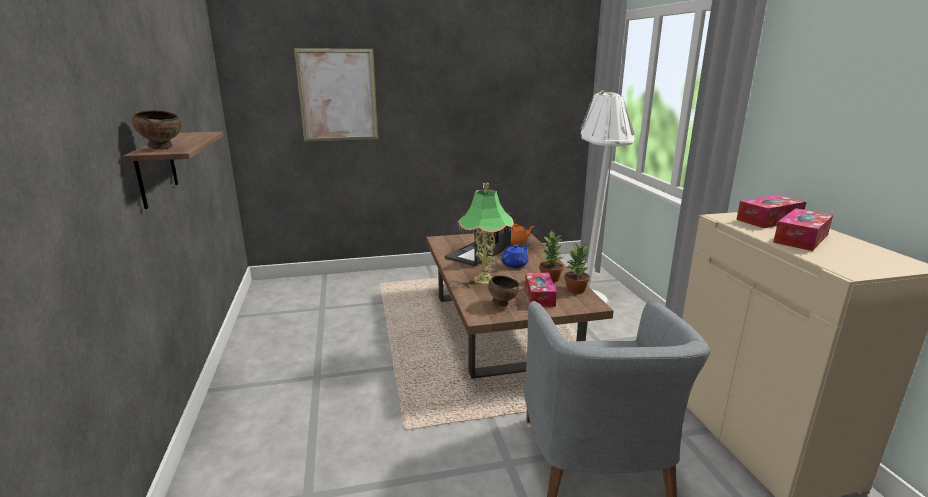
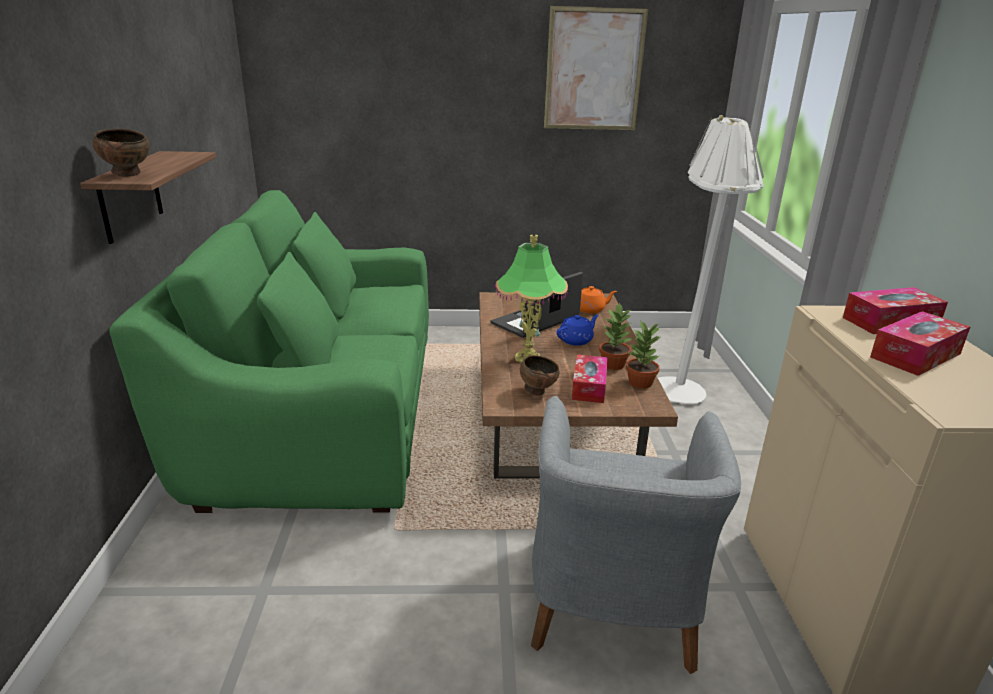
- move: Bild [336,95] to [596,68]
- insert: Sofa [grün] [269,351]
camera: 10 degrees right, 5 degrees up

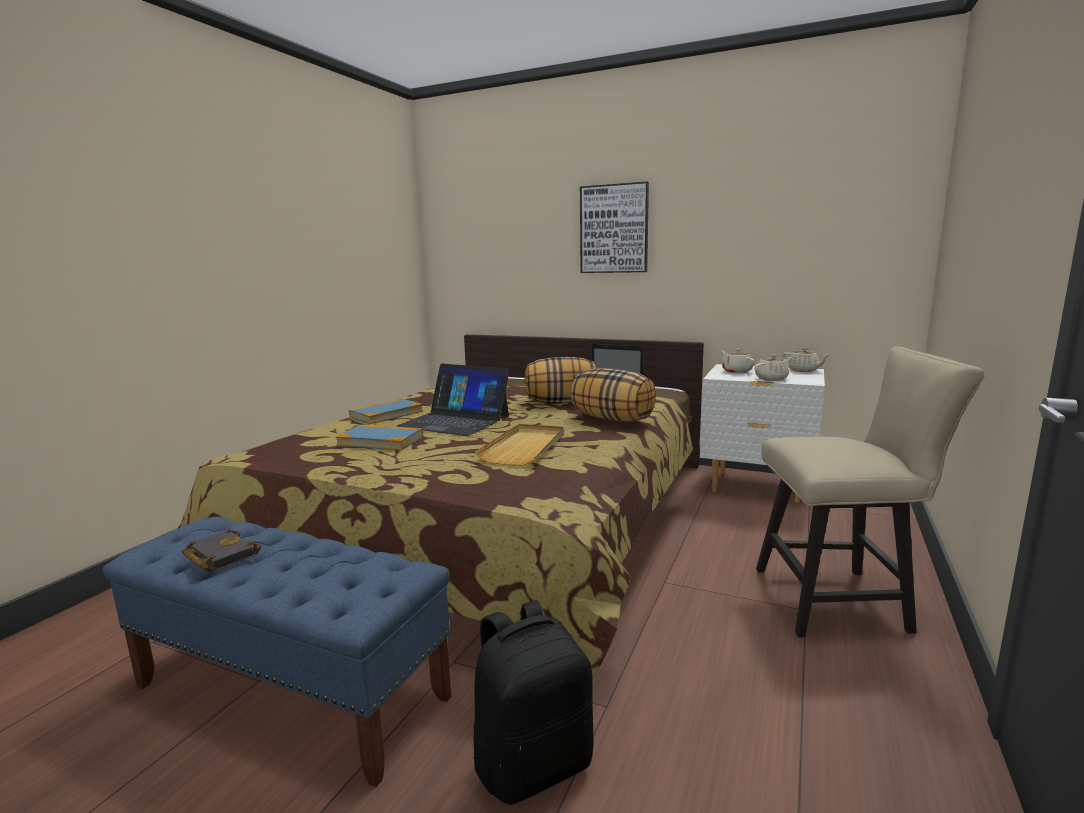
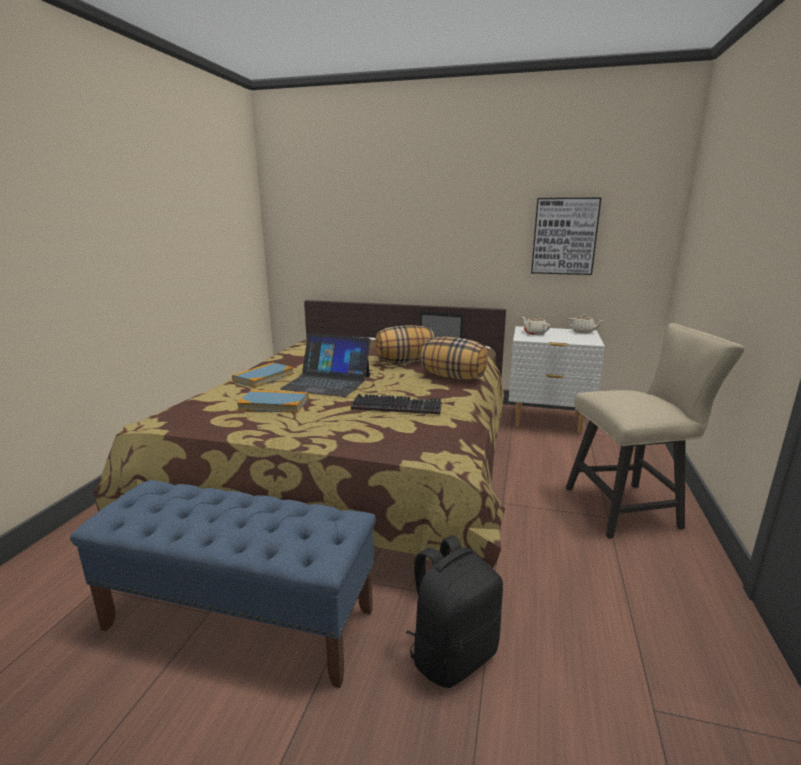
- delete: Buch [schwarz] [221,550]
- replace: Tablett [beige] [519,445] to Tastatur [396,404]
- move: Bild [614,227] to [566,236]
- delete: Teekanne [beige] [773,367]
camera: 10 degrees left, 5 degrees up

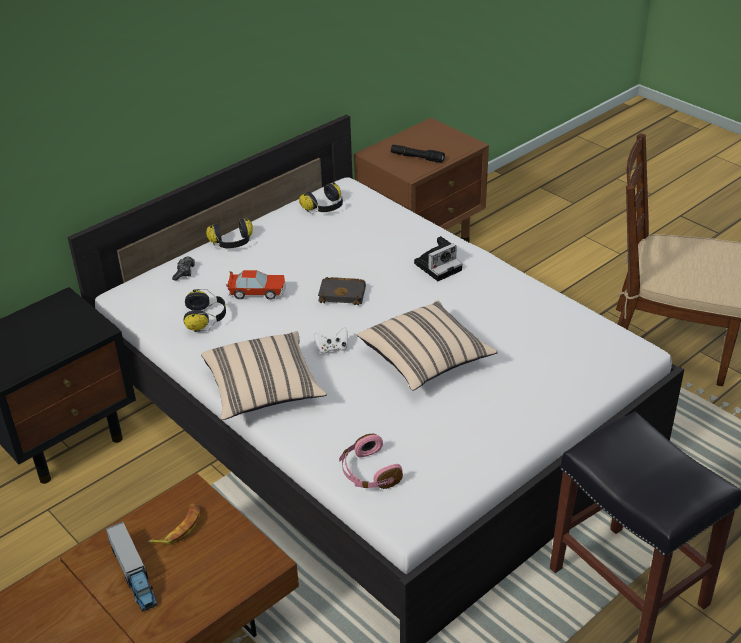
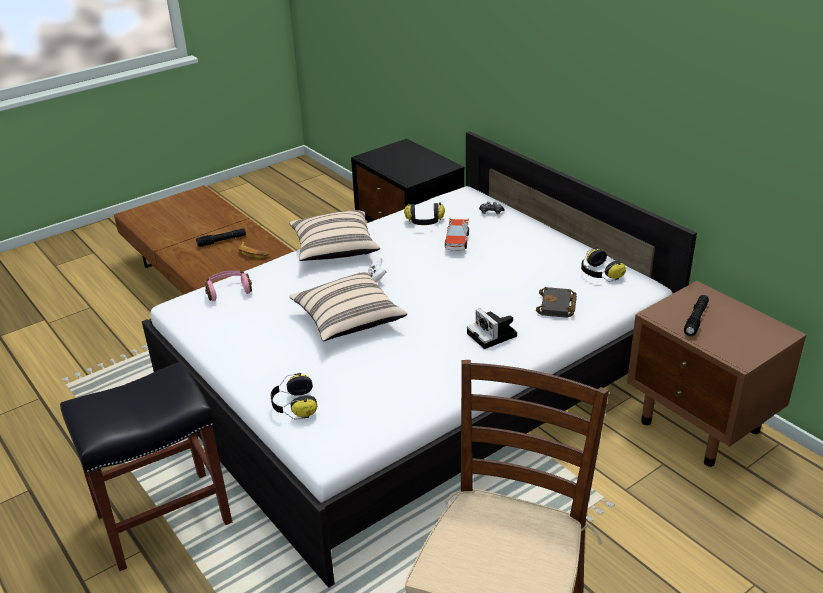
- replace: Spielzeuglaster [132,567] to Taschenlampe [schwarz] [221,237]
- move: Kopfhörer [229,233] to [294,396]
- move: Buch [schwarz] [342,291] to [556,302]
camera: 95 degrees right, 5 degrees down

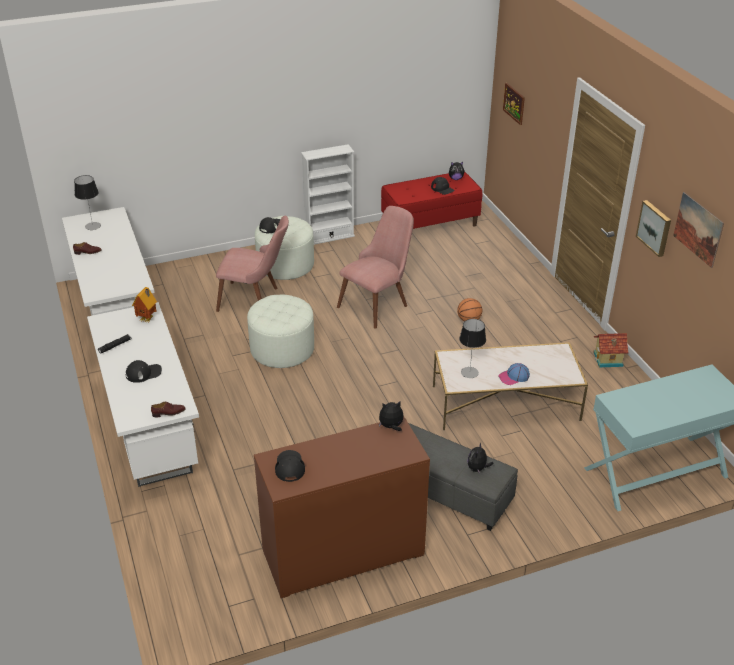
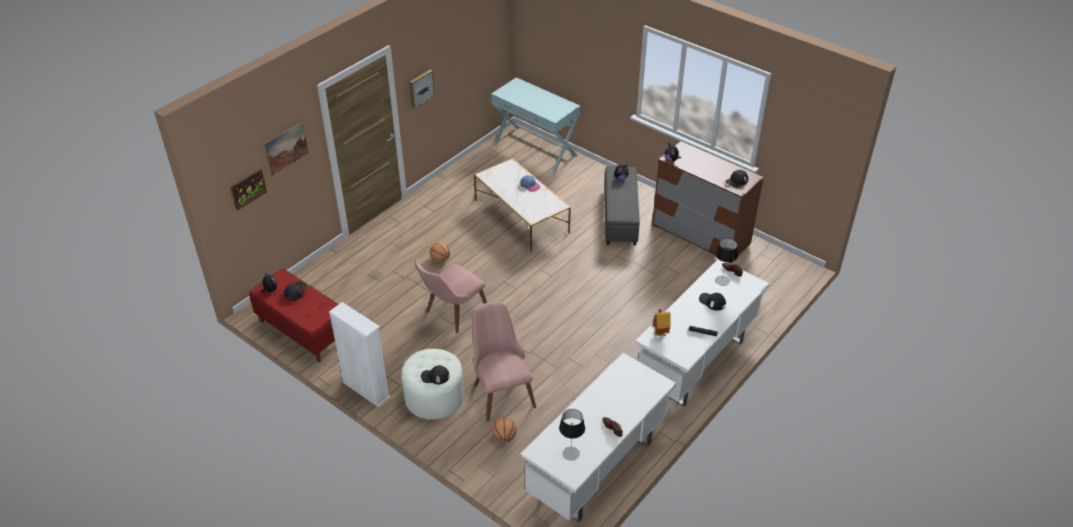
- delete: Polsterhocker [weiß] [280,331]
- rotate: Stuhl [rosa] [375,267] = [451,297] 60 degrees counterclockwise
- move: Tischlampe [472,348] to [726,262]
- delete: Spielzeughaus [611,350]
- move: Bild [698,230] to [286,148]
- insert: Basketball [504,429]
camera: 120 degrees left, 5 degrees up

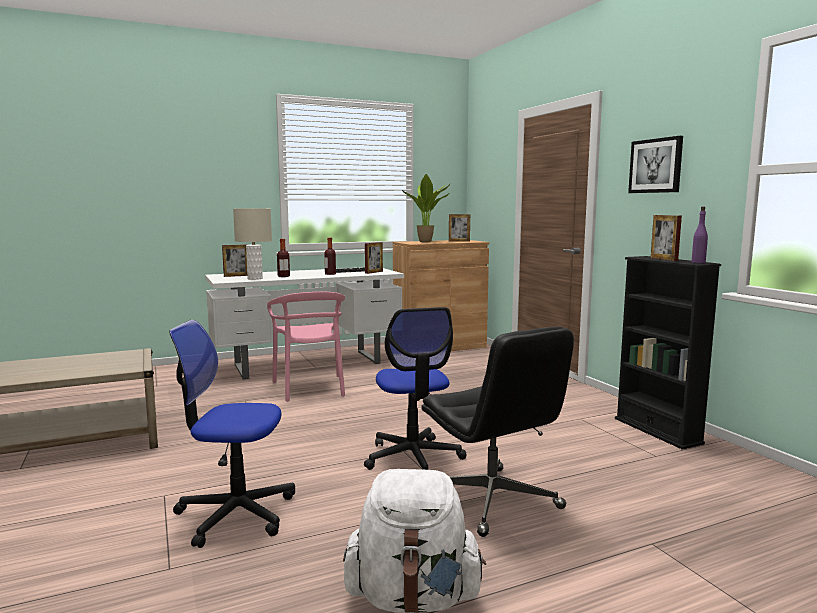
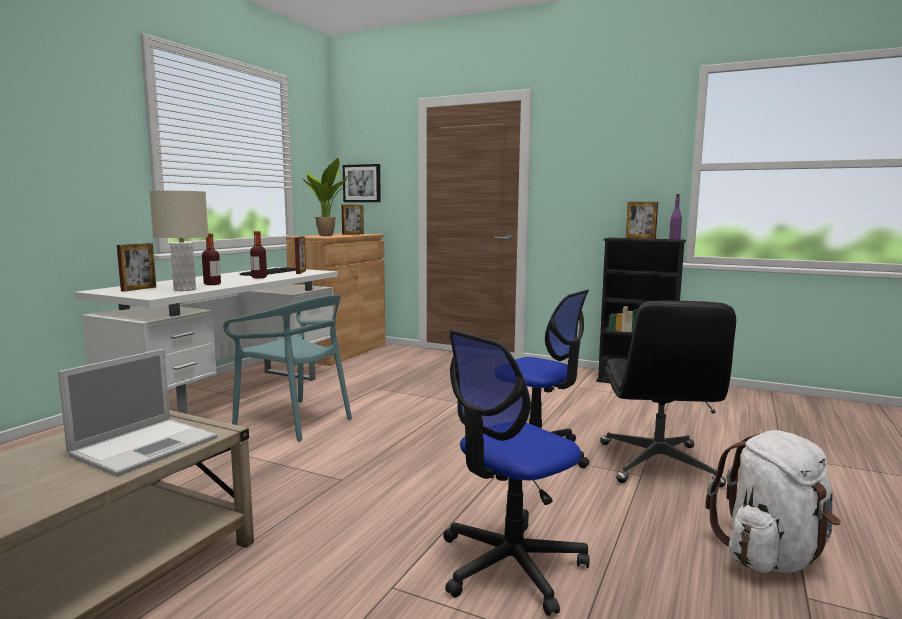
- recolor: Stuhl [rosa] [306,347] to Stuhl [türkis] [287,368]
- rotate: Bürostuhl [schwarz] [497,432] = [668,393] 75 degrees clockwise
- move: Bild [655,164] to [362,183]
- insert: Laptop [137,413]
camera: 40 degrees left, 0 degrees up

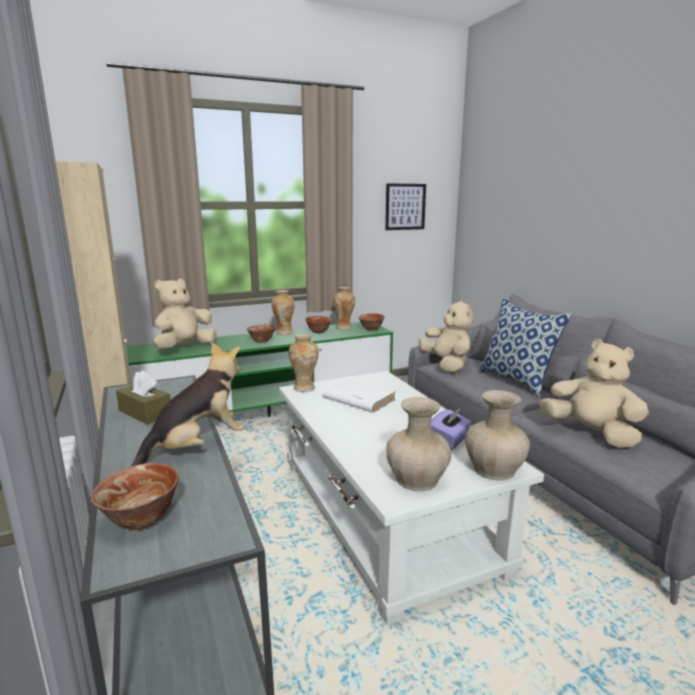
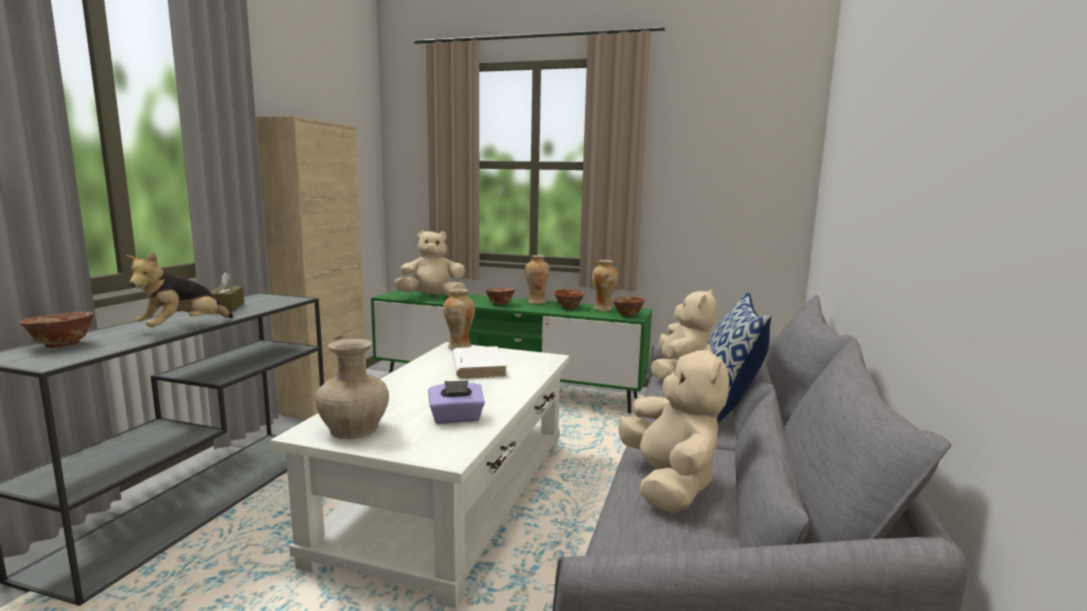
- rotate: Plüschtier [188,404] = [179,289] 120 degrees clockwise
- delete: Bild [405,206]
- delete: Vase [beige] [497,435]
camera: 40 degrees right, 5 degrees down

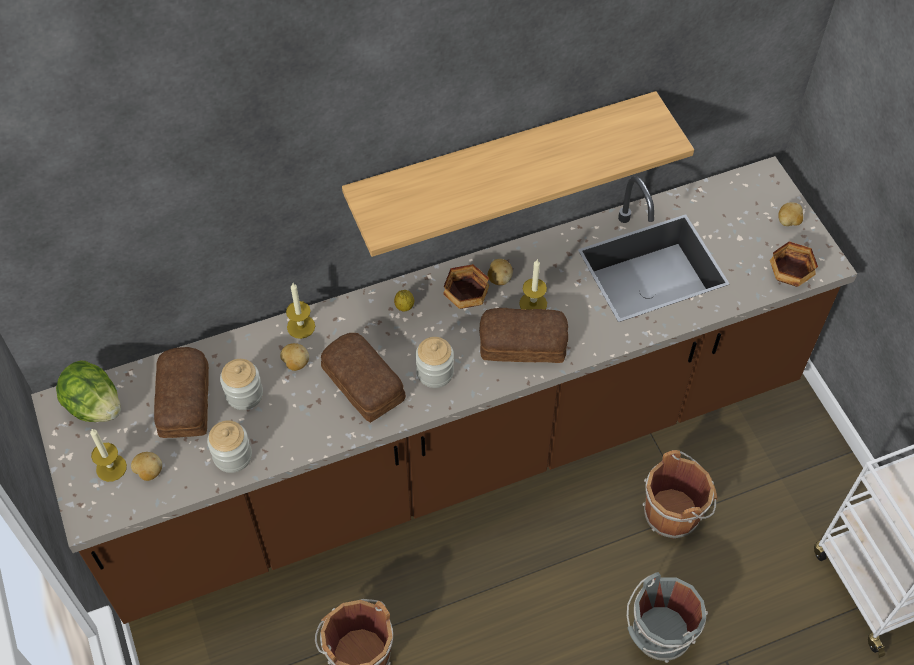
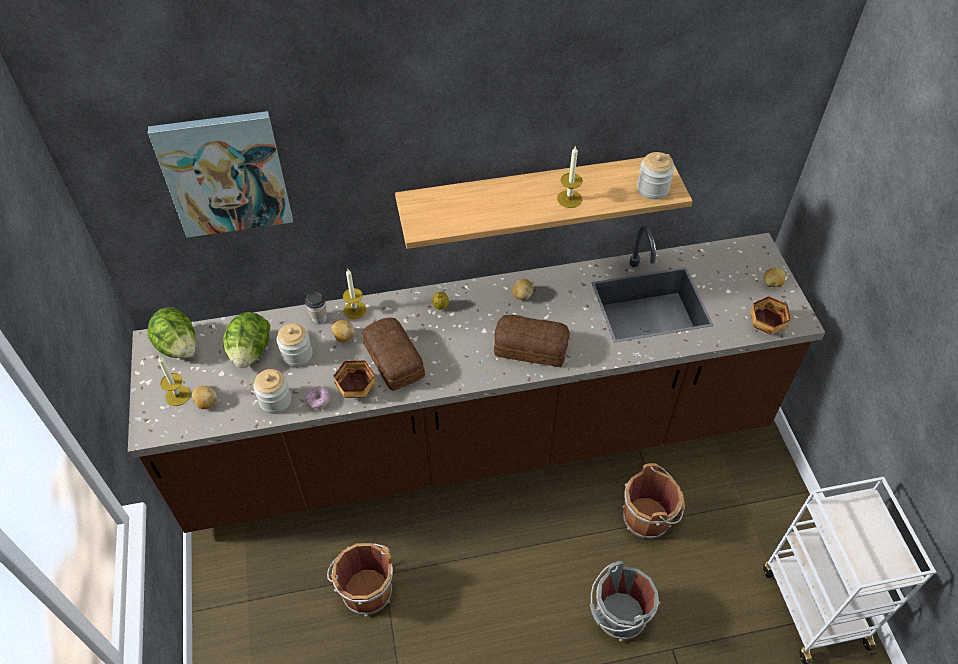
- replace: Brot [181,392] to Salatkopf [246,340]
- move: Vorratsglas [434,362] to [656,176]
- move: Schüssel [466,286] to [355,379]
- move: Kerze [533,285] to [570,176]
- insert: Bild [220,174]
- insert: Tasse [316,308]
- insert: Donut [317,397]
camera: 10 degrees right, 5 degrees down

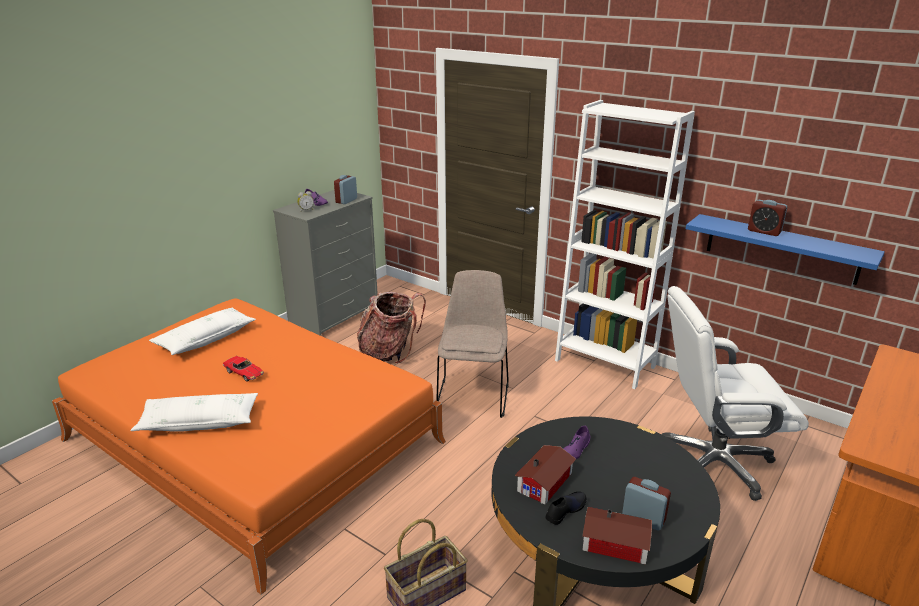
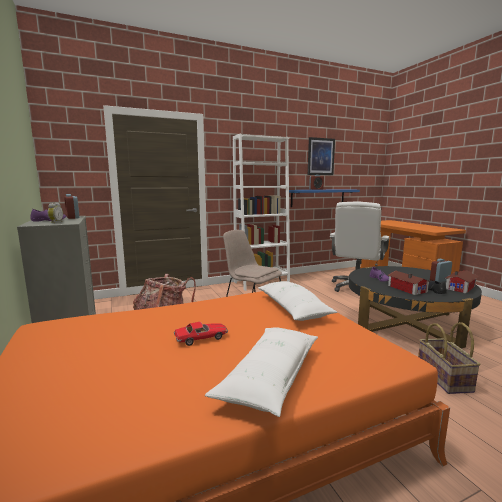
- move: Kissen [weiß] [202,331] to [298,301]
- insert: Bild [321,156]
camera: 60 degrees left, 15 degrees down

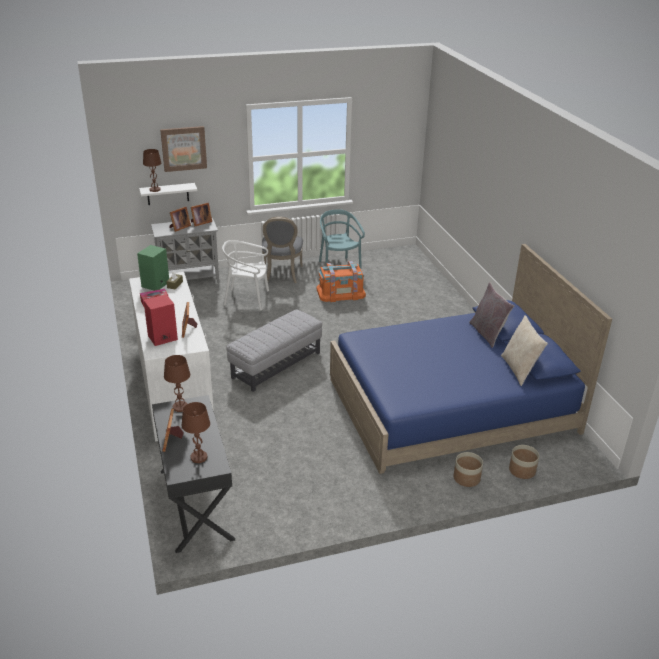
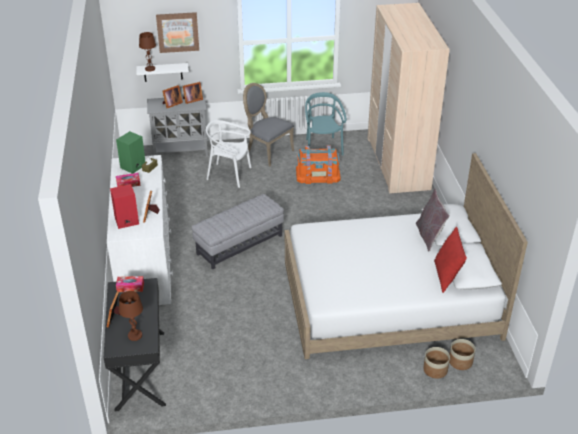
- replace: Tischlampe [braun] [177,383] to Taschentuchbox [130,284]
- rotate: Stuhl [grau] [282,249] = [268,124] 120 degrees clockwise
- recolor: Bett [blau] [471,359] to Bett [weiß] [406,256]
- move: Pflanzkübel [468,469] to [462,354]
- recolor: Kissen [beige] [524,350] to Kissen [rot] [450,260]
- insert: Kleiderschrank [beige] [408,98]
camera: 10 degrees right, 5 degrees up

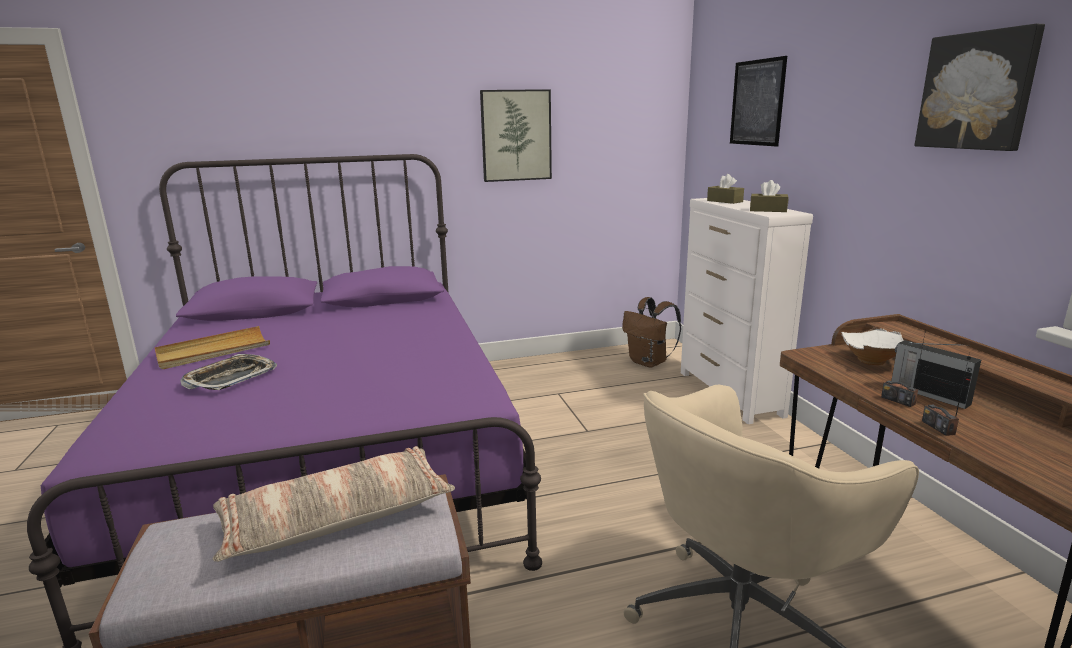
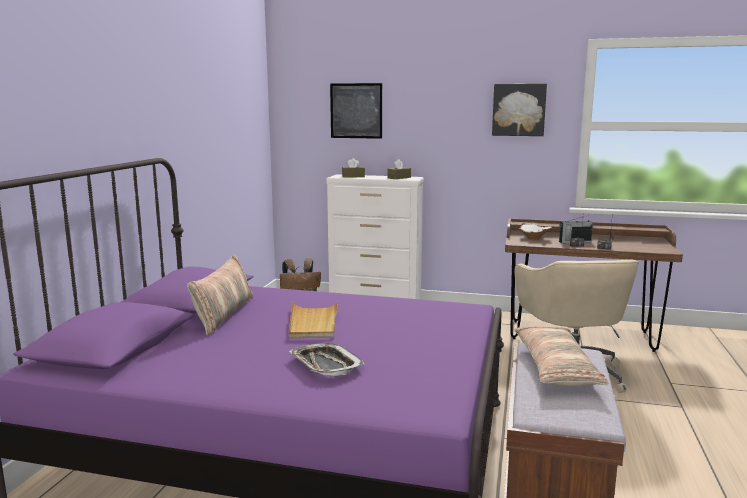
- move: Tablett [beige] [212,347] to [313,320]
- delete: Bild [516,135]
- insert: Kissen [220,295]
camera: 60 degrees left, 5 degrees down

